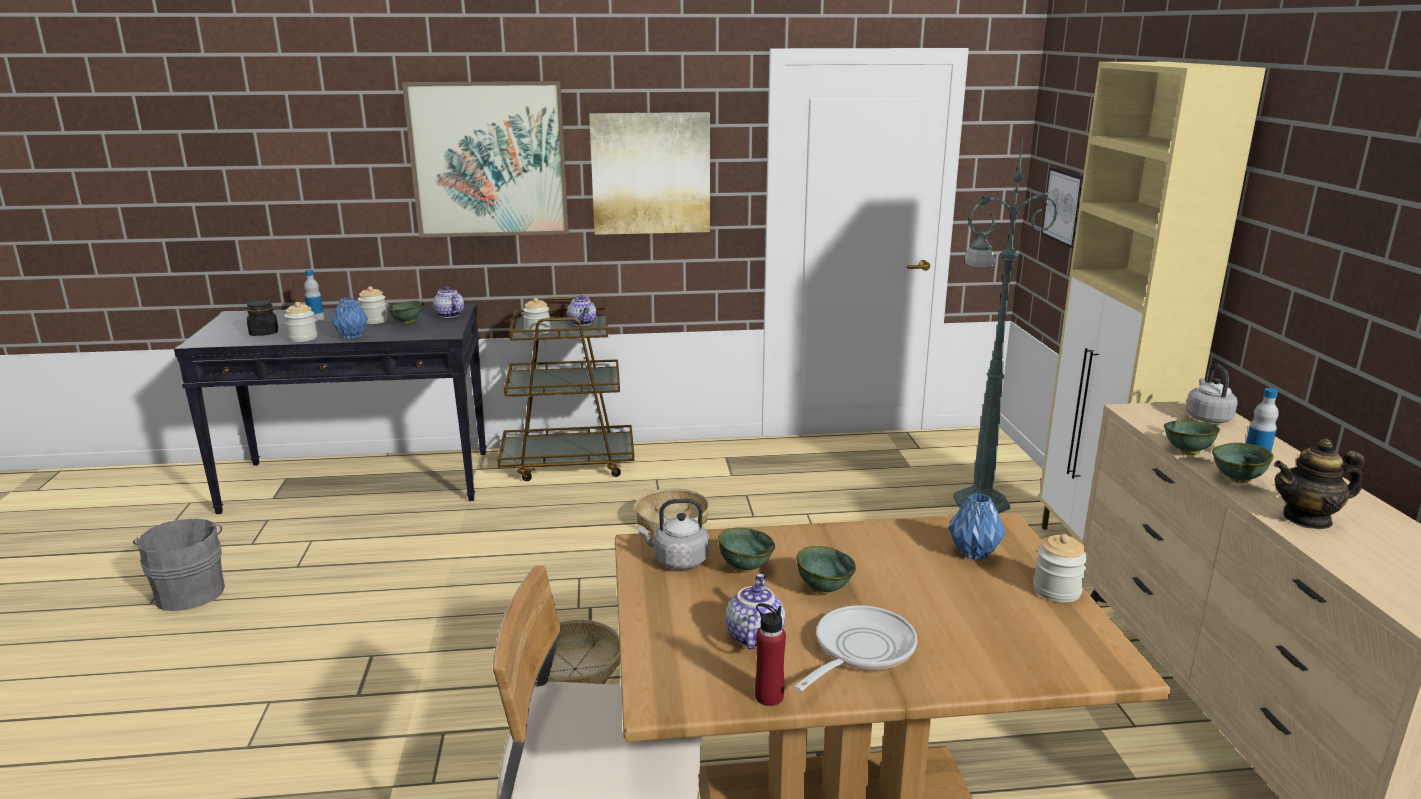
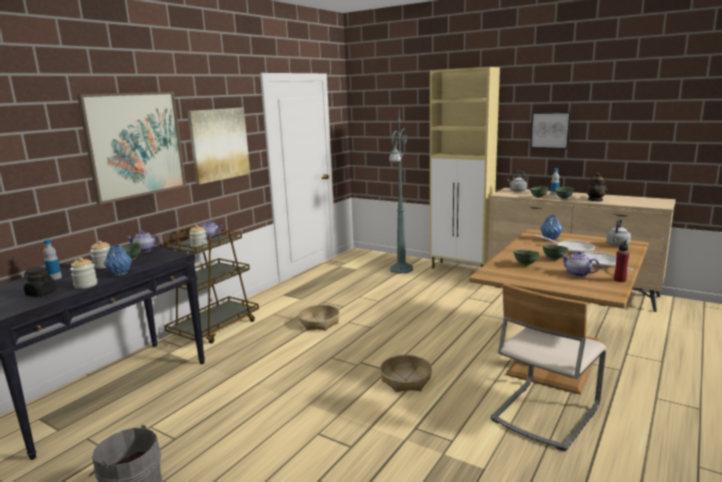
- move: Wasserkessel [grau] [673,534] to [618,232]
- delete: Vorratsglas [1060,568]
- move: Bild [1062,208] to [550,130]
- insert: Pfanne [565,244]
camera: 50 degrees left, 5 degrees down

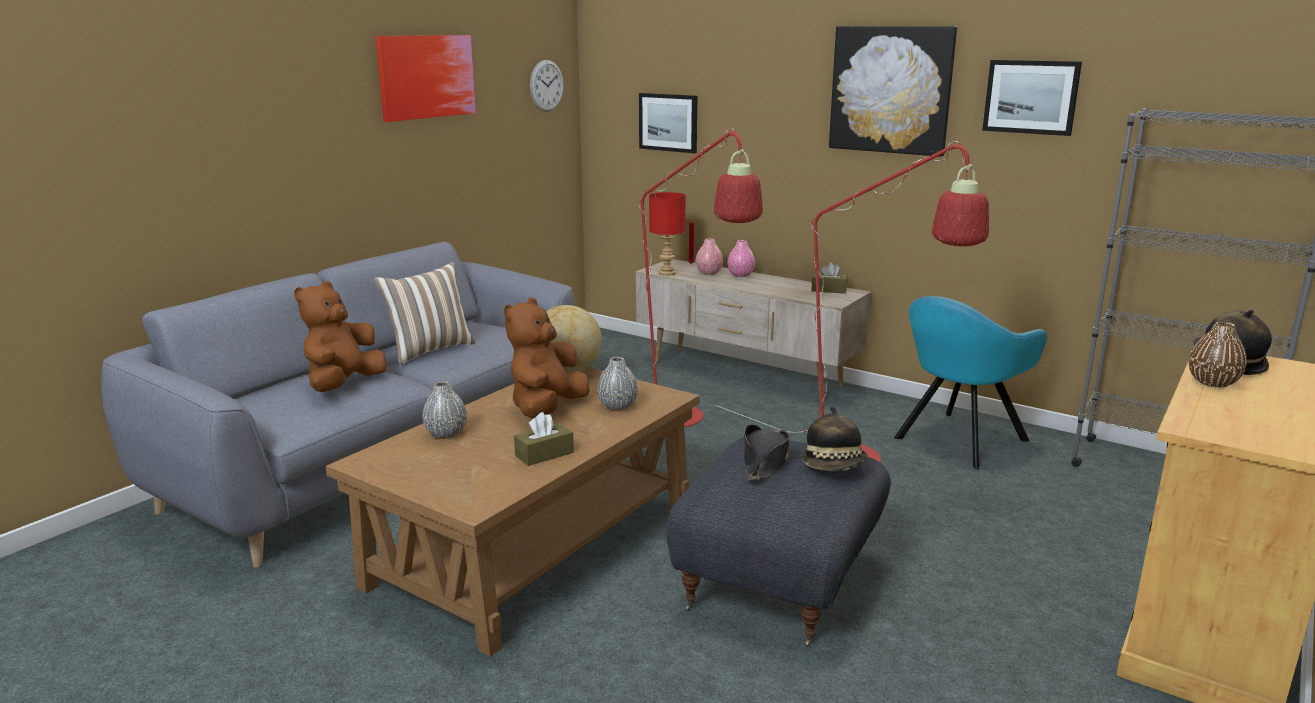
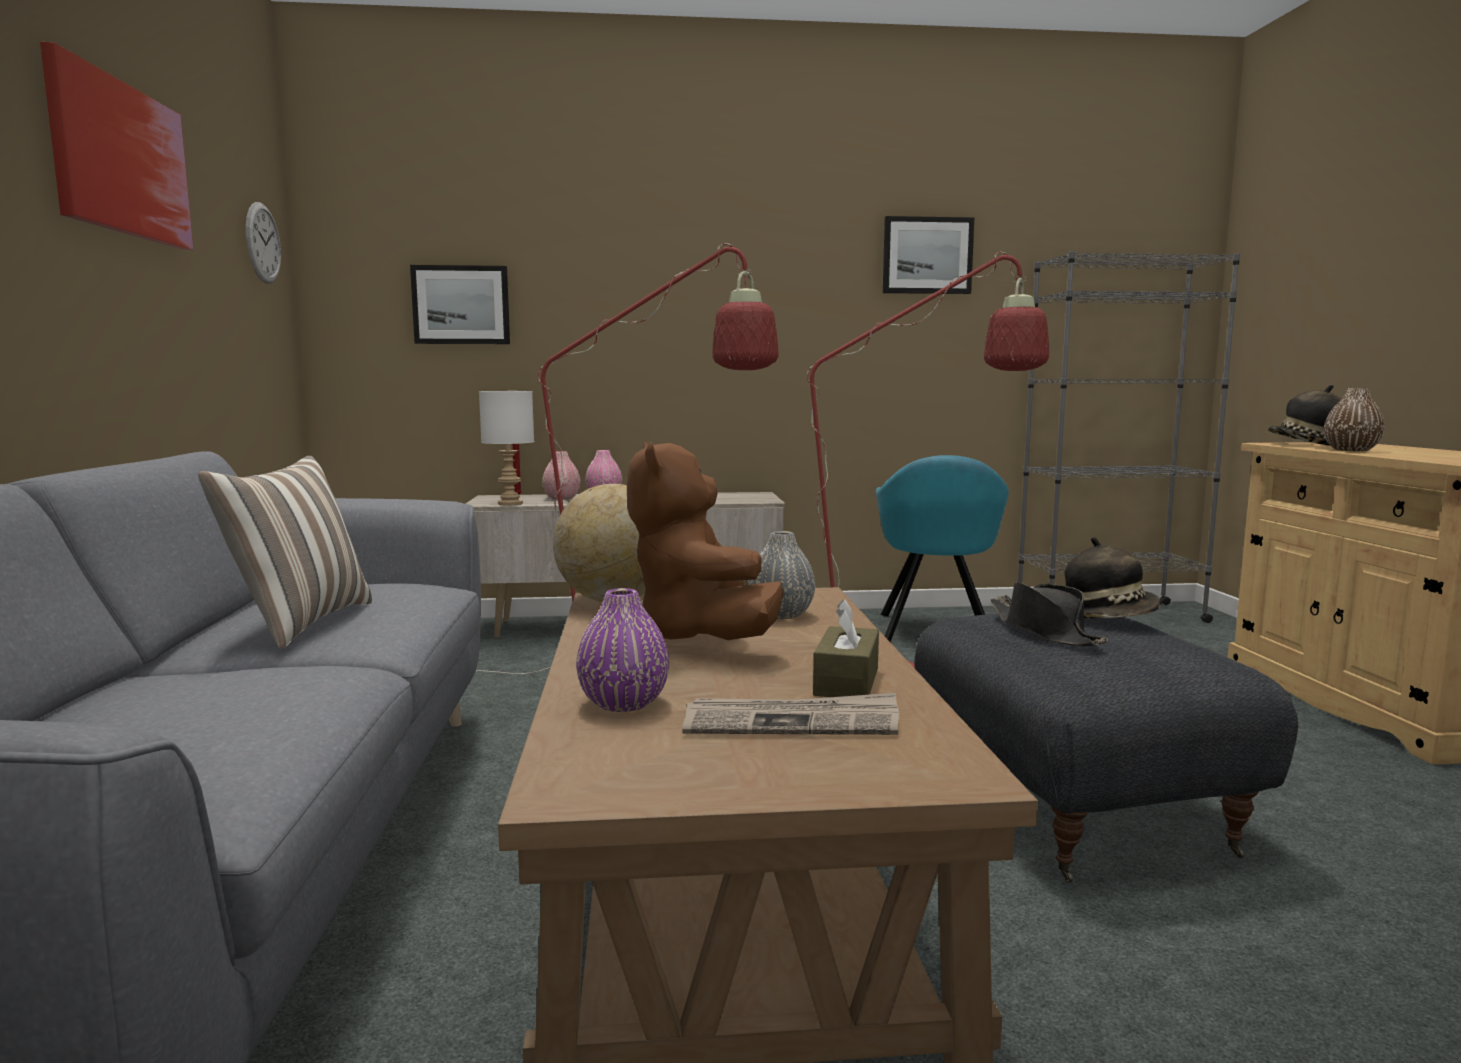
- delete: Plüschtier [braun] [340,336]
- recolor: Vase [grau] [444,410] to Vase [lila] [622,650]
- recolor: Tischlampe [rot] [667,234] to Tischlampe [weiß] [506,448]
- delete: Taschentuchbox [braun] [829,278]
- delete: Bild [893,91]
- insert: Zeitung [790,714]
camera: 40 degrees left, 10 degrees down

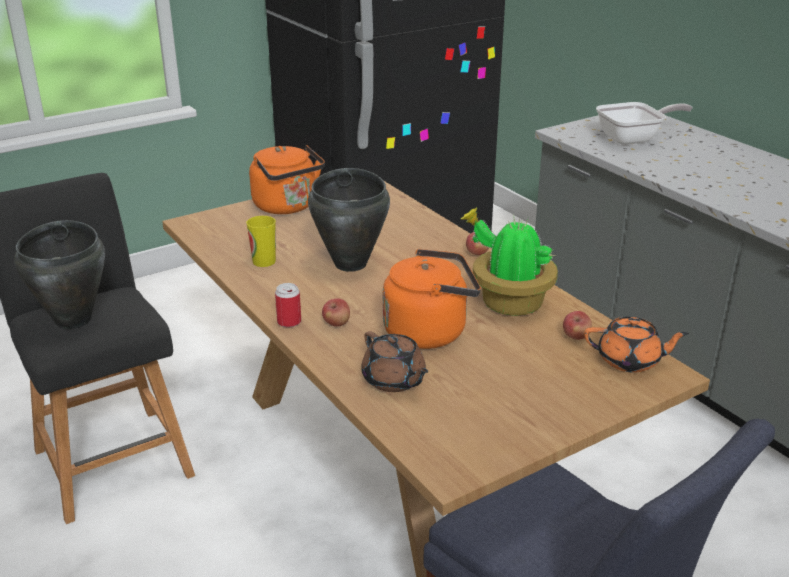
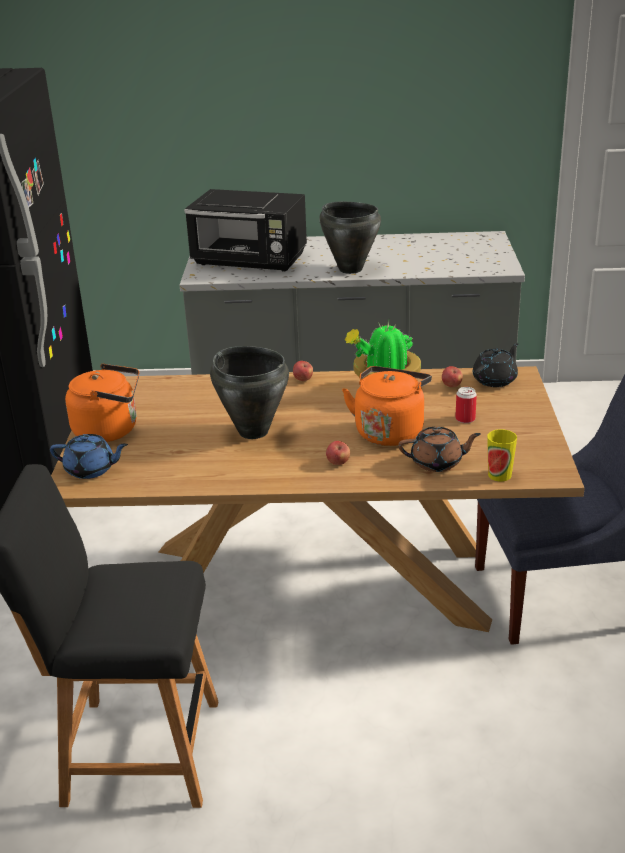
- move: Kochtopf [schwarz] [59,274] to [350,238]
- move: Tasse [261,241] to [502,455]
- move: Dose [288,305] to [466,405]
- recolor: Teekanne [orange] [636,345] to Teekanne [schwarz] [495,365]
- replace: Pfanne [644,123] to Mikrowelle [schwarz] [245,230]
- insert: Teekanne [blau] [89,456]
camera: 55 degrees left, 0 degrees up

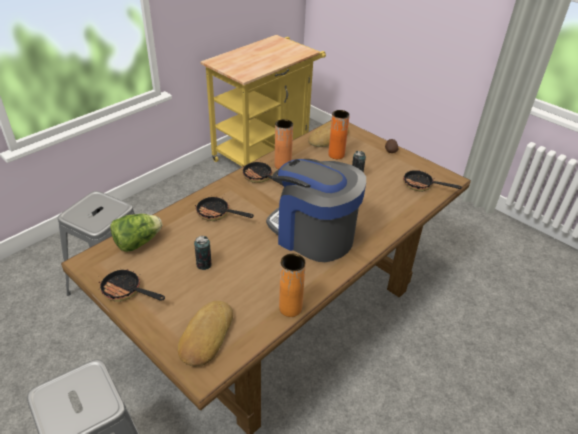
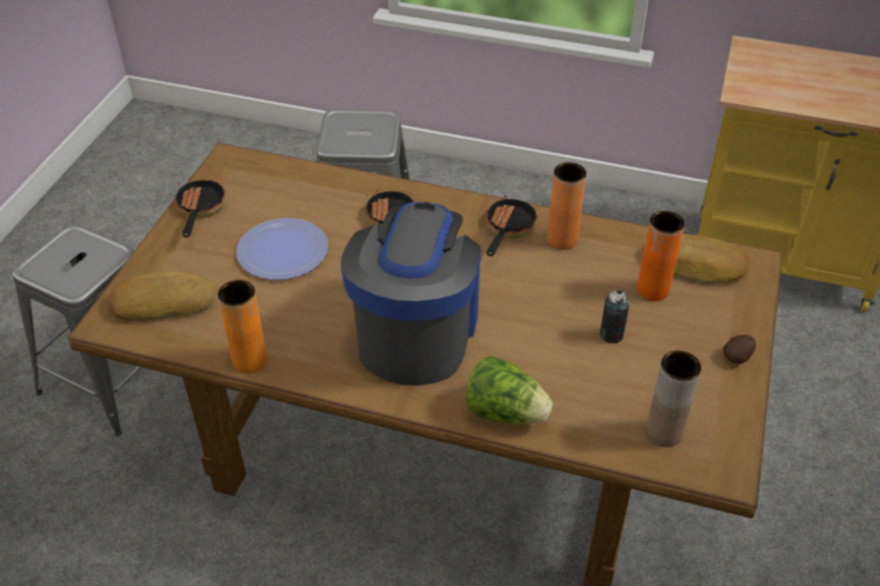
- move: Salatkopf [136,233] to [509,390]
- replace: Dose [203,253] to Teller [282,249]
- replace: Pfanne [432,181] to Vase [braun] [673,399]
camera: 65 degrees right, 5 degrees up

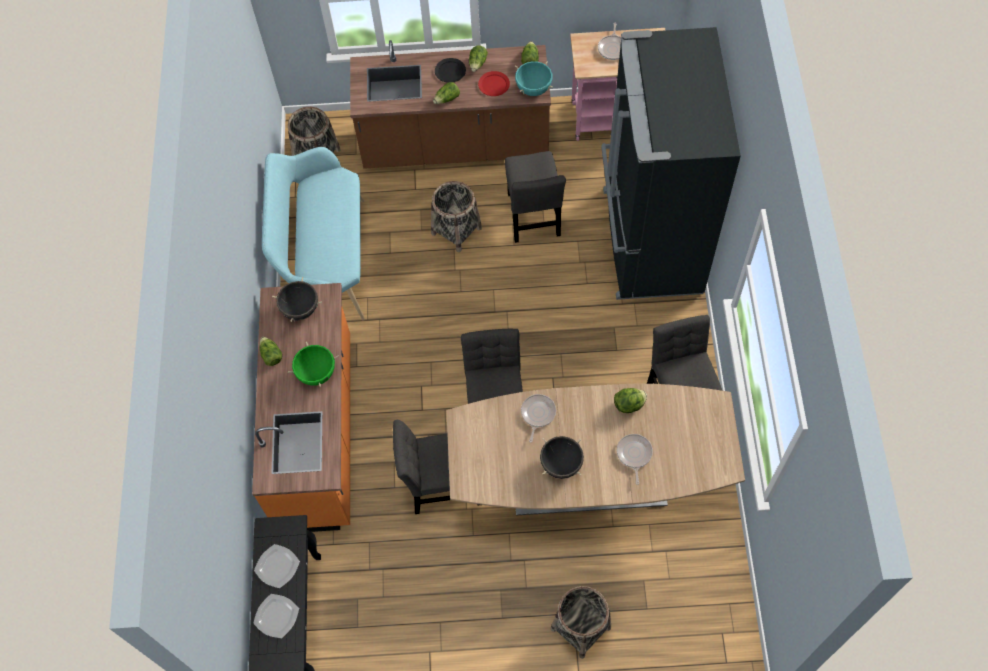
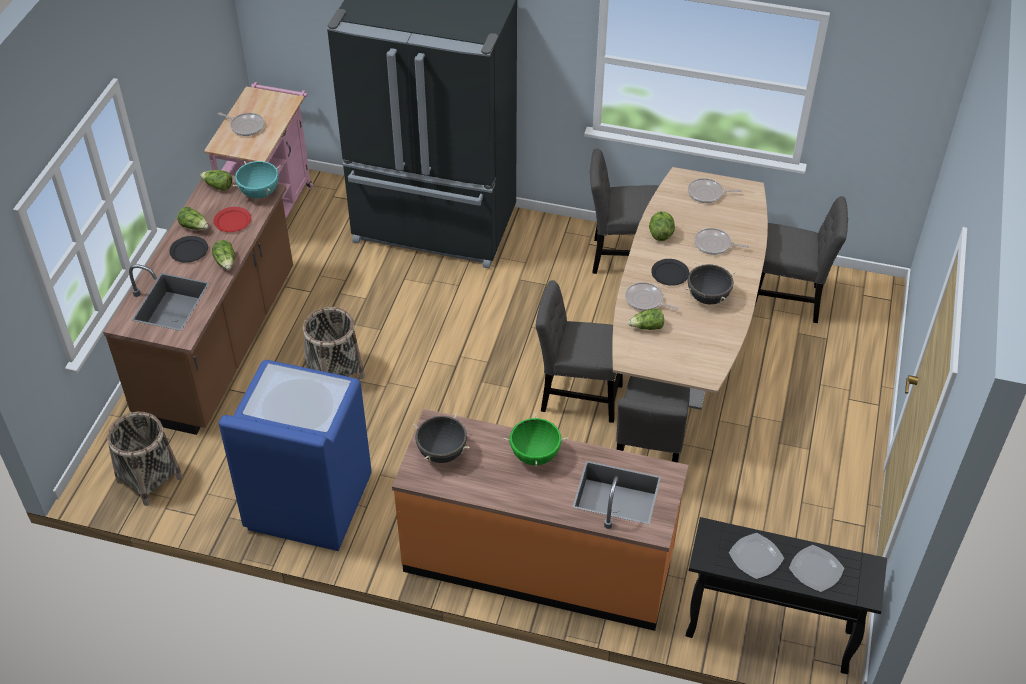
- move: Salatkopf [270,351] to [646,319]
- replace: Bank [türkis] [313,234] to Waschmaschine [blau] [295,455]
- move: Stuhl [grau] [535,197] to [801,259]
- delete: Korb [581,622]
- insert: Teller [schwarz] [670,272]
- insert: Pfanne [714,190]
camera: 75 degrees left, 15 degrees down

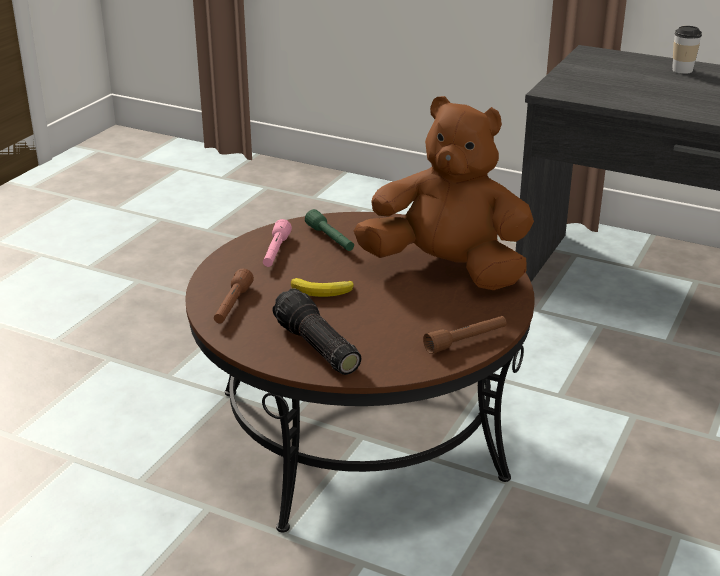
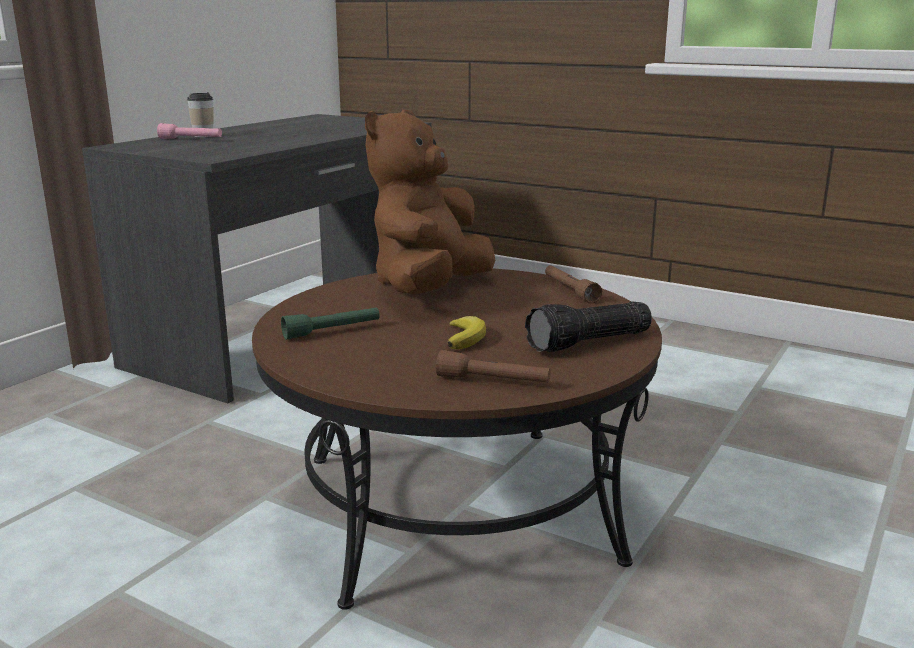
- move: Taschenlampe [rosa] [277,243] to [189,131]
camera: 85 degrees left, 10 degrees down

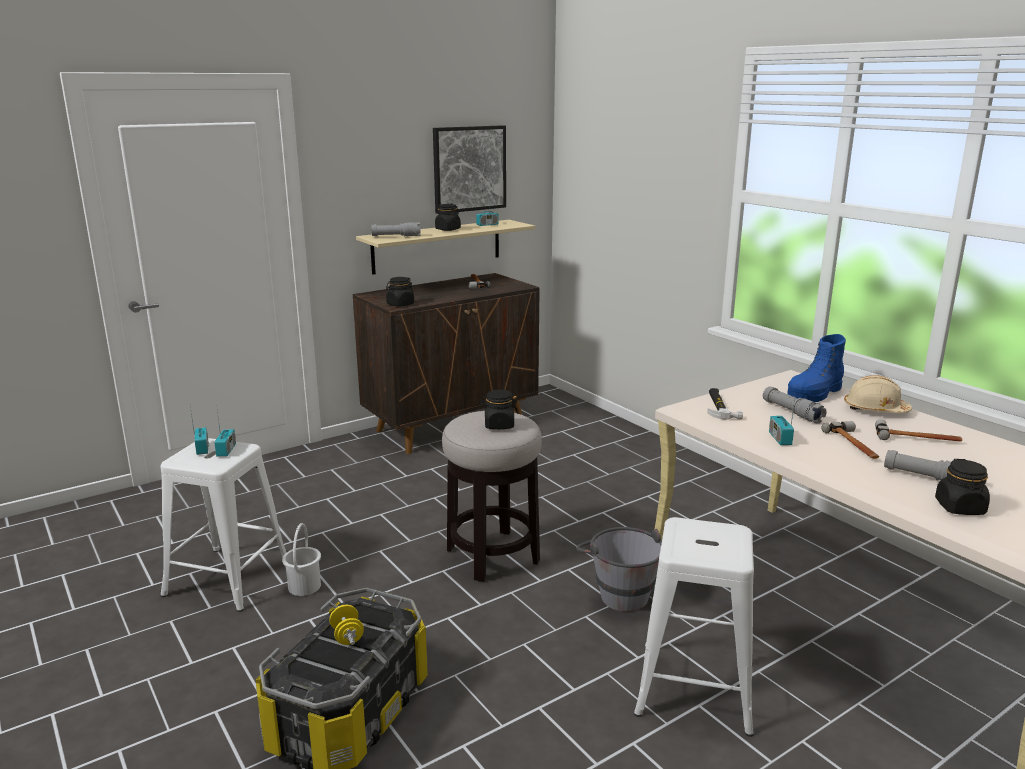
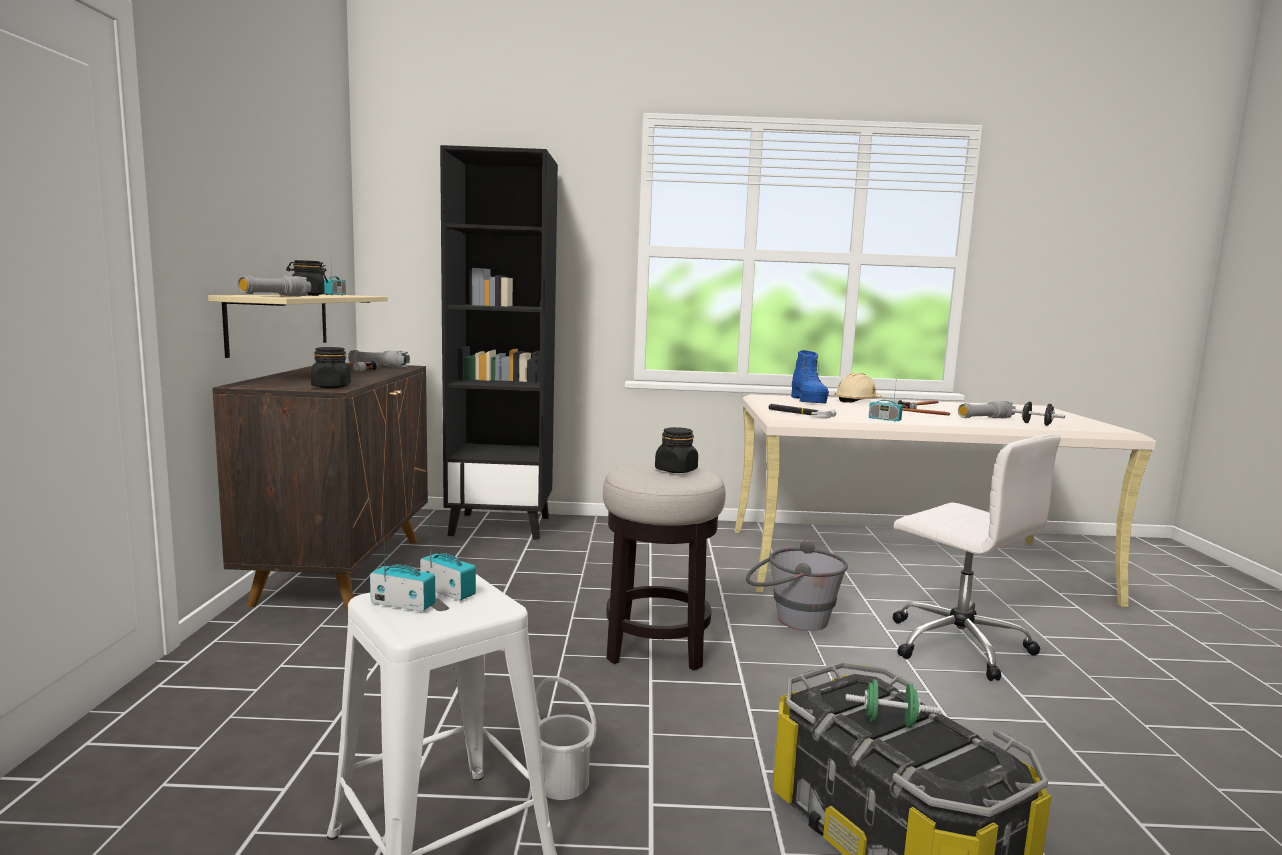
- recolor: Hantel [gelb] [346,625] to Hantel [grün] [892,703]
- delete: Bild [469,169]
- replace: Hocker [weiß] [694,627] to Bürostuhl [weiß] [977,557]
- move: Taschenlampe [grau] [795,405] to [379,359]
- replace: Vorratsglas [schwarz] [962,487] to Hantel [schwarz] [1038,413]
- insert: Bücherregal [schwarz] [499,342]
camera: 55 degrees left, 10 degrees down

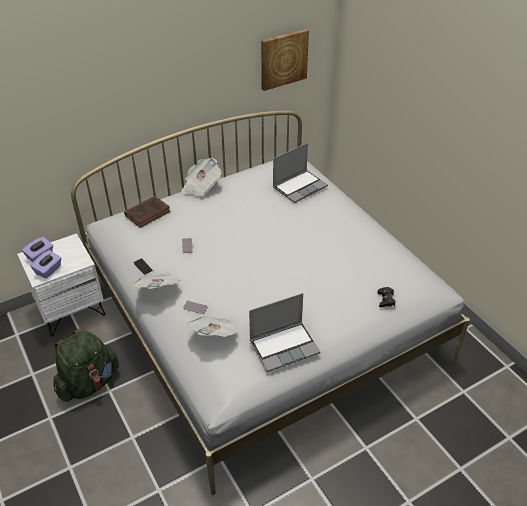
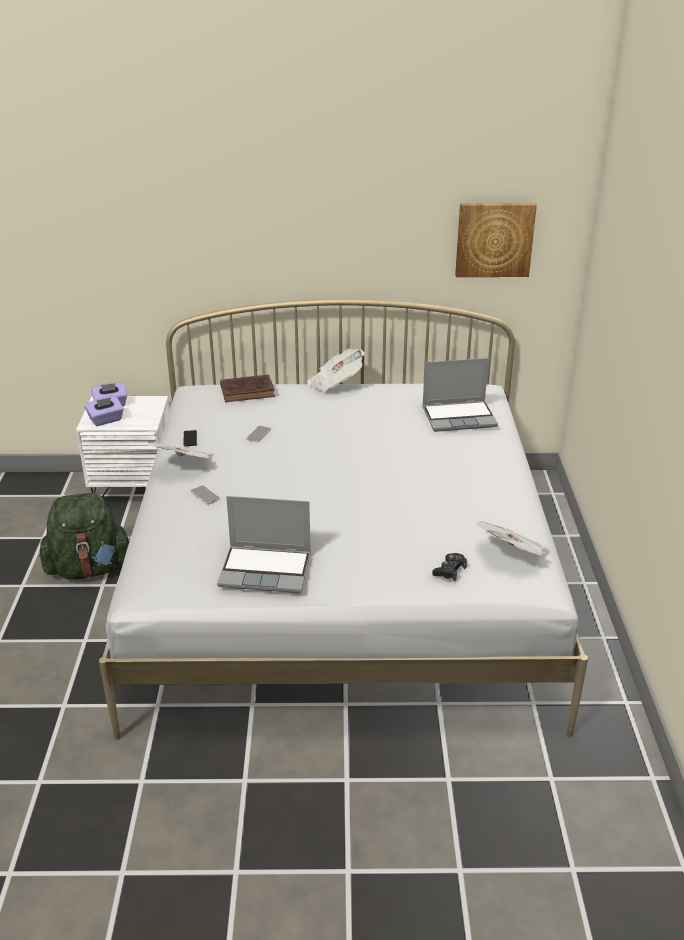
- move: Zeitung [211,326] to [512,538]
camera: 30 degrees right, 10 degrees down

